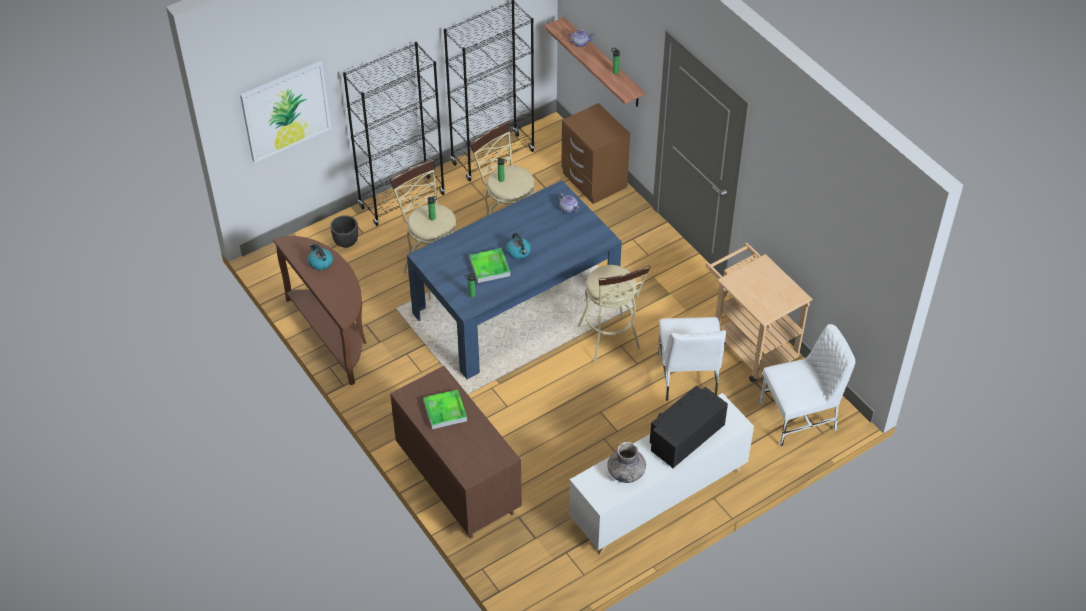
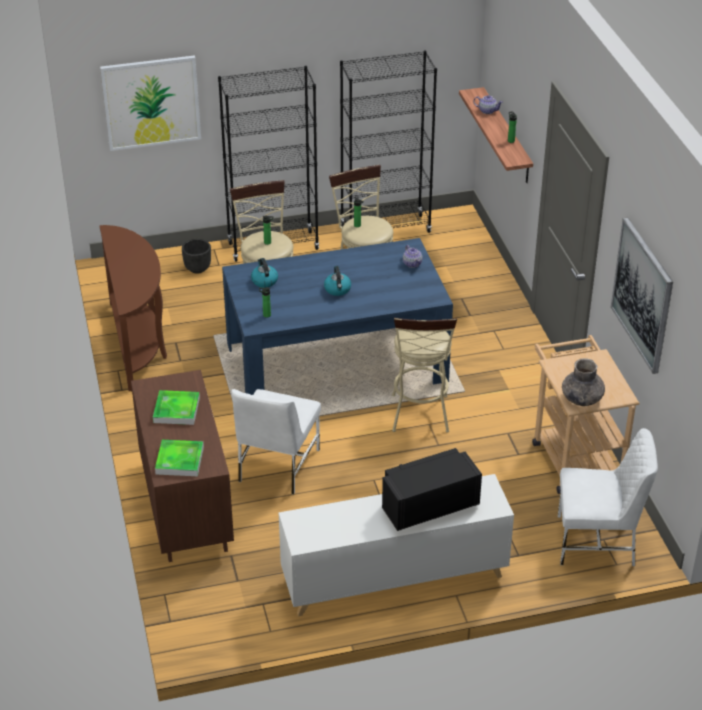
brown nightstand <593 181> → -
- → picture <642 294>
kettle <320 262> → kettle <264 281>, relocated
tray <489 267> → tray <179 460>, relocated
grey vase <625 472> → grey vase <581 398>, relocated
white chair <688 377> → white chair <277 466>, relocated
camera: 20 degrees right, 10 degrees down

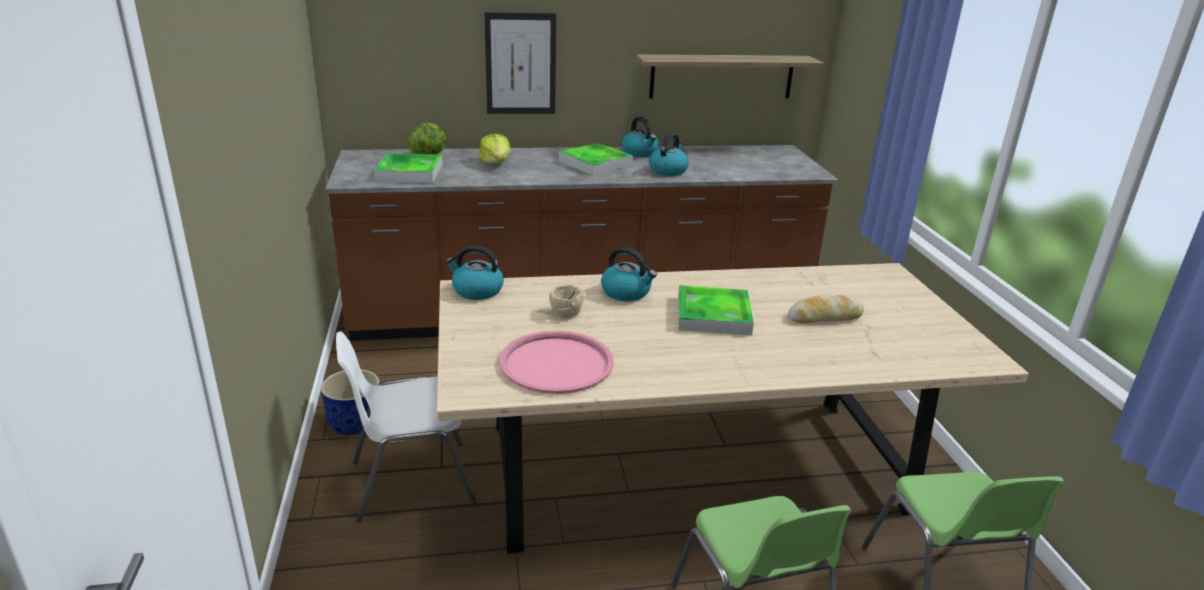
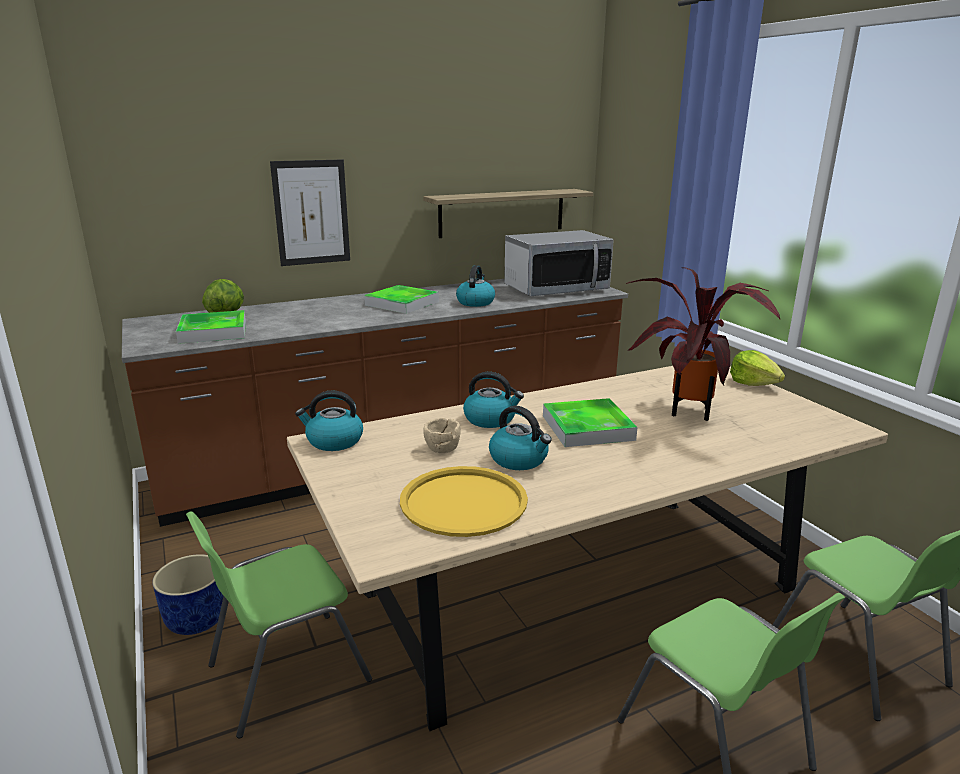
- → microwave <556 289>
lettuce <496 163> → lettuce <753 383>, relocated
kettle <640 153> → kettle <519 459>, relocated
bread <825 317> → potted plant <687 413>
white chair <410 481> → green chair <285 672>
pink tray <556 363> → yellow tray <464 502>
camera: 15 degrees left, 5 degrees down

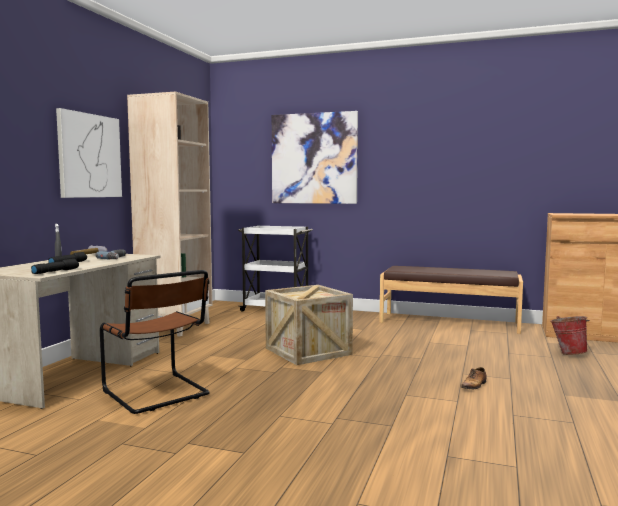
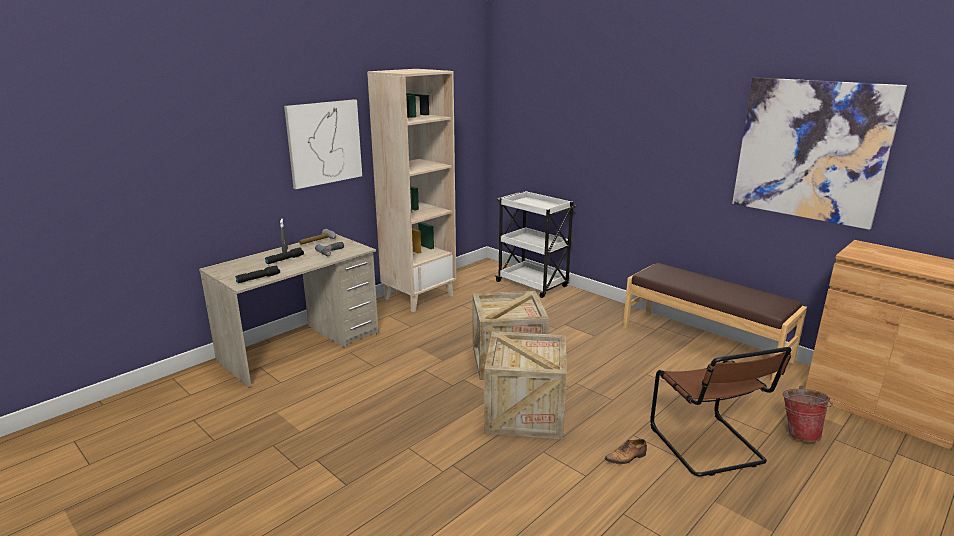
- → crate <524 413>
brown chair <158 394> → brown chair <709 447>, relocated
picture <314 158> → picture <811 150>, relocated
camera: 25 degrees right, 15 degrees up

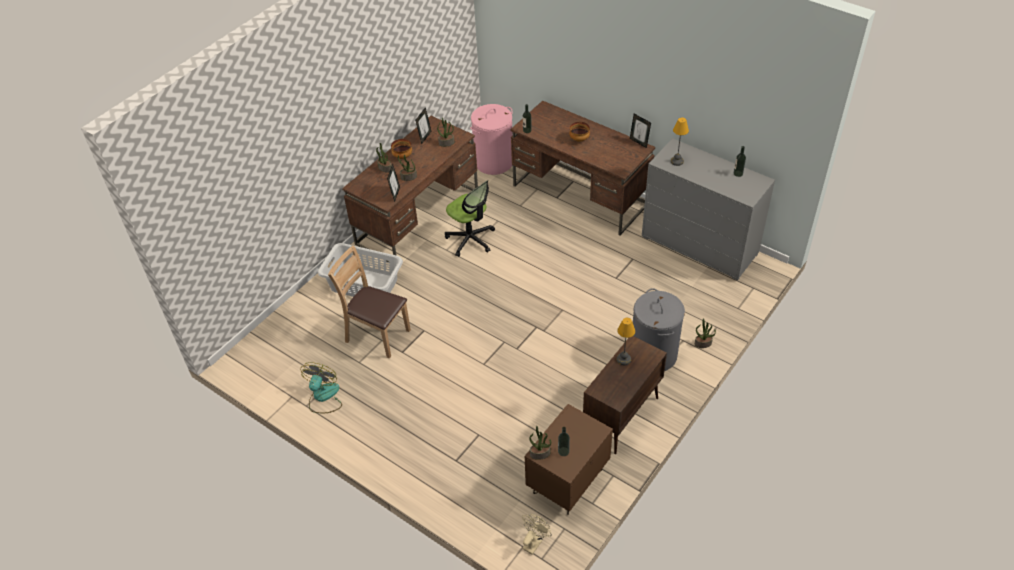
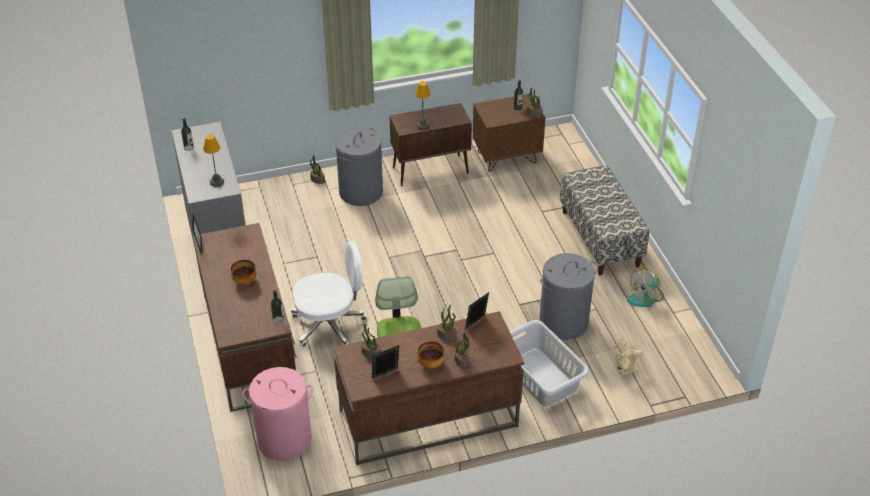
- → white office chair <330 324>
- → bench <600 238>
beige fan <534 541> → beige fan <624 371>, relocated
brown chair <377 335> → grey laundry basket <563 322>
camera: 145 degrees left, 5 degrees down

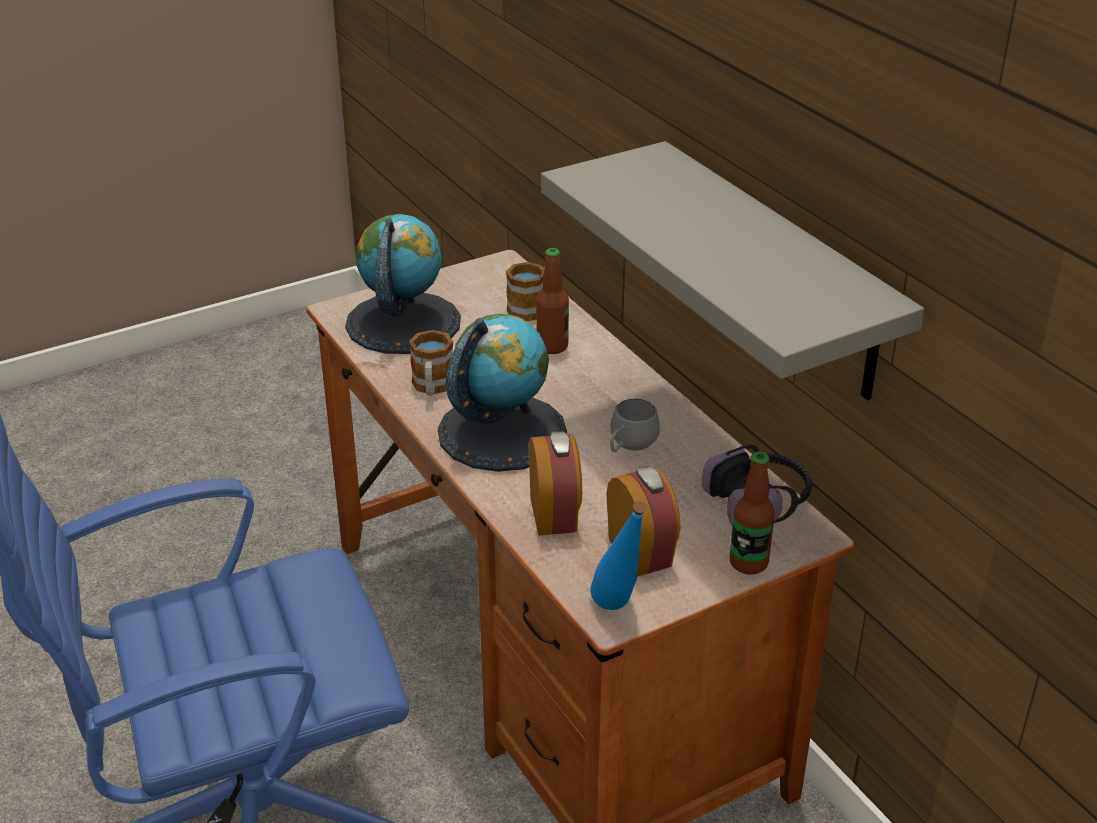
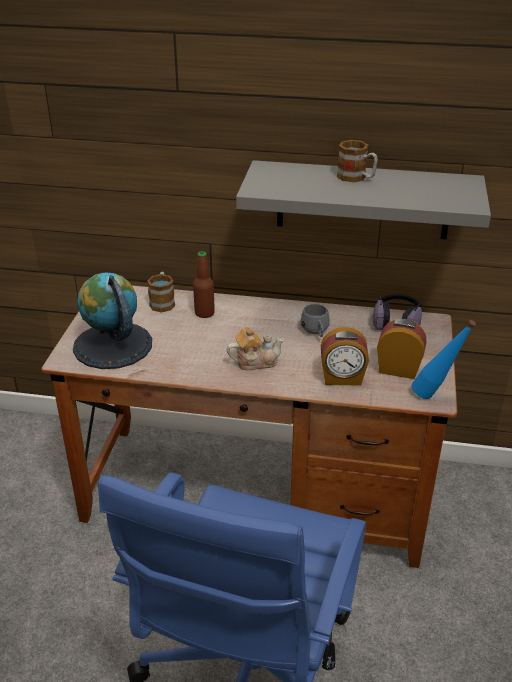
bottle <748 563> → -
mug <432 387> → mug <356 178>, relocated
globe <501 432> → teapot <255 361>
alarm clock <555 515> → alarm clock <342 378>, 150 degrees clockwise
camera: 50 degrees left, 0 degrees up

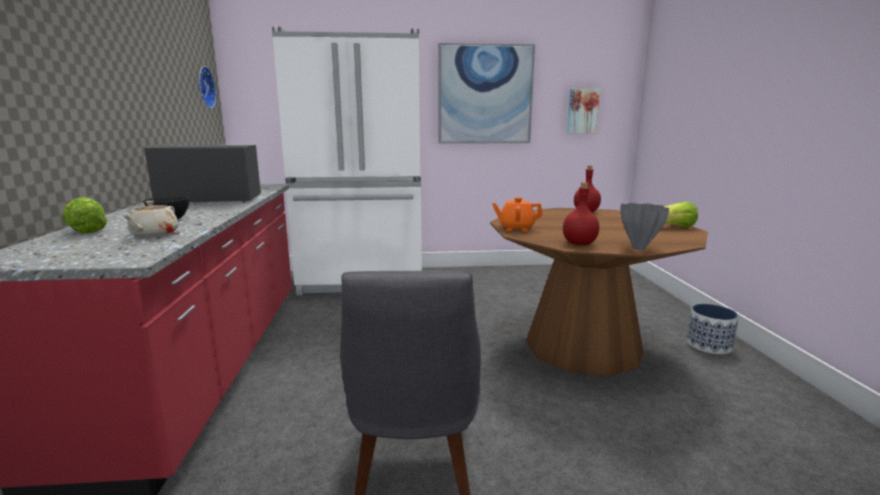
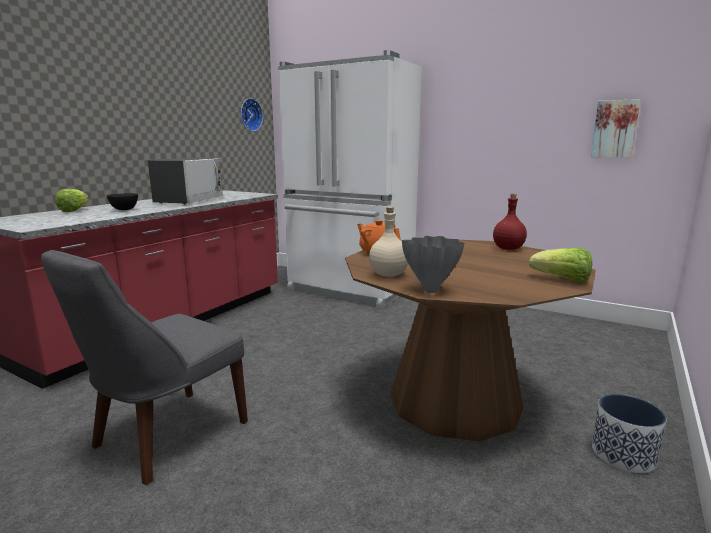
beige teapot <154 235> → -
picture <485 95> → -
red bottle <579 243> → beige bottle <389 275>
microwave <210 200> → microwave <190 200>, 75 degrees clockwise
camera: 35 degrees right, 0 degrees up

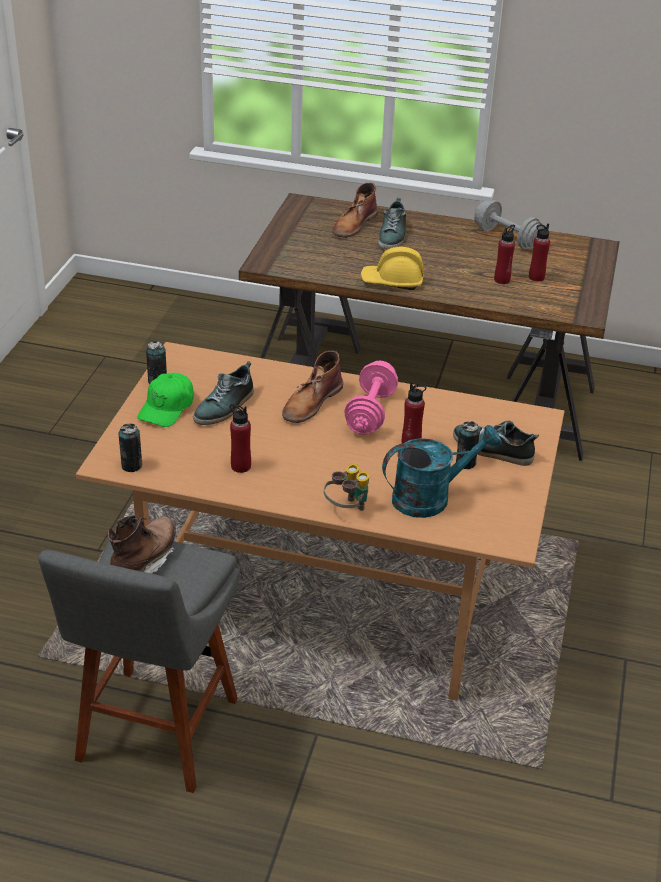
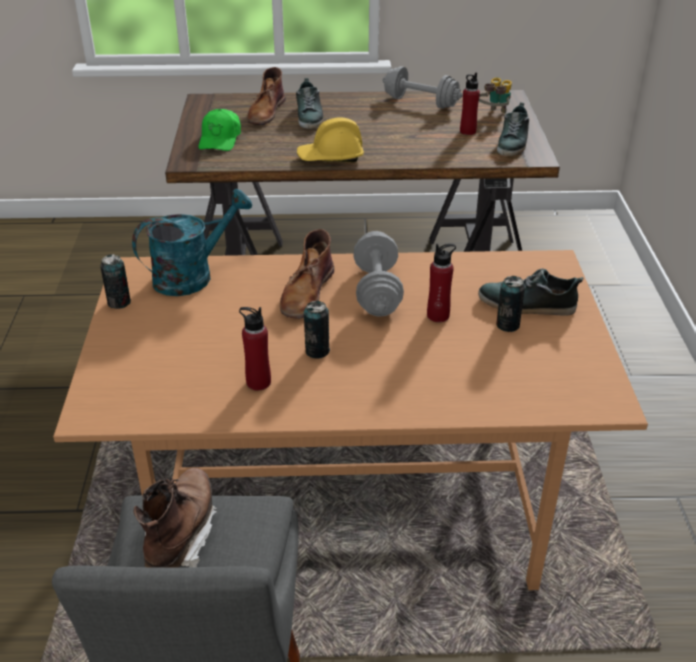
red bottle <502 280> → -
can <131 466> → can <317 351>, relocated
green cap <167 408> → green cap <220 139>, relocated
shoe <225 407> → shoe <513 143>, relocated
binoculars <347 509> → binoculars <494 114>, relocated
turquoise watering can <431 497> → turquoise watering can <192 275>, relocated
pink dumbbell <370 413> → grey dumbbell <377 291>
camera: 15 degrees left, 0 degrees up

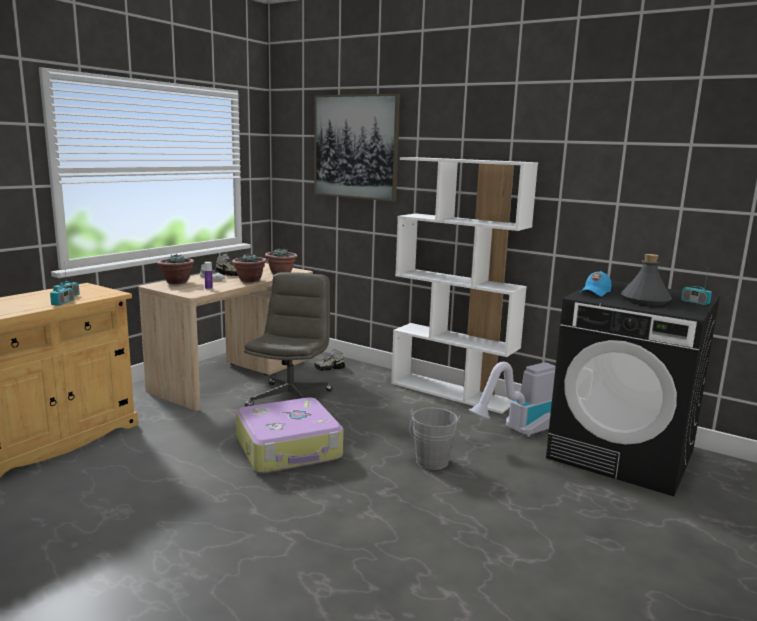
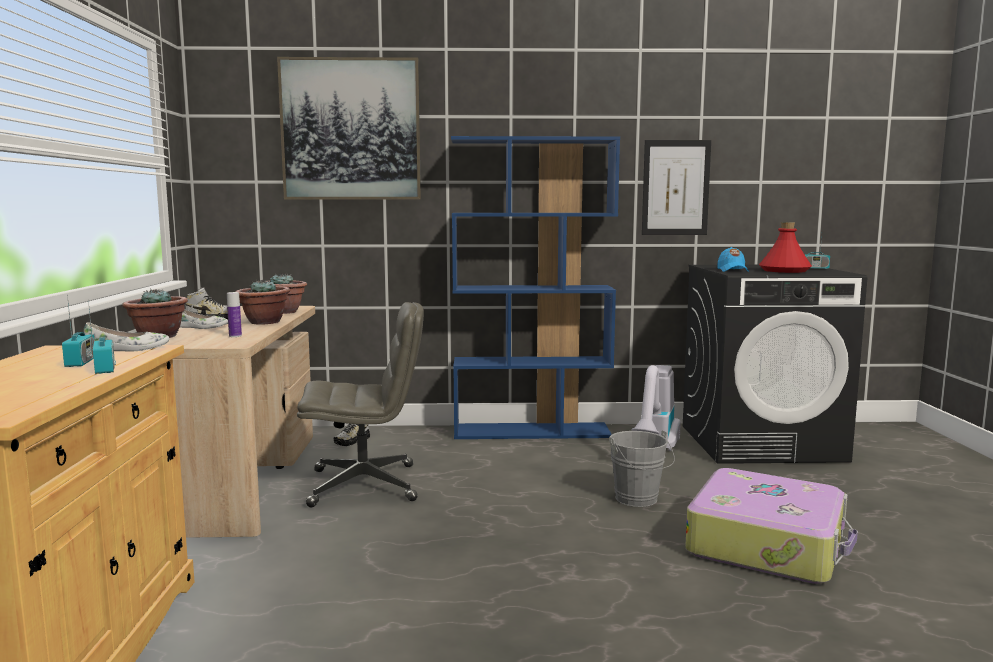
- → white shoe <127 349>
- → picture <675 188>
suitcase <289 448> → suitcase <767 544>, relocated
white bookcase <452 392> → blue bookcase <532 431>
grey bottle <645 300> → red bottle <784 270>
grey office chair <290 398> → grey office chair <365 485>, 105 degrees clockwise
camera: 35 degrees left, 5 degrees down

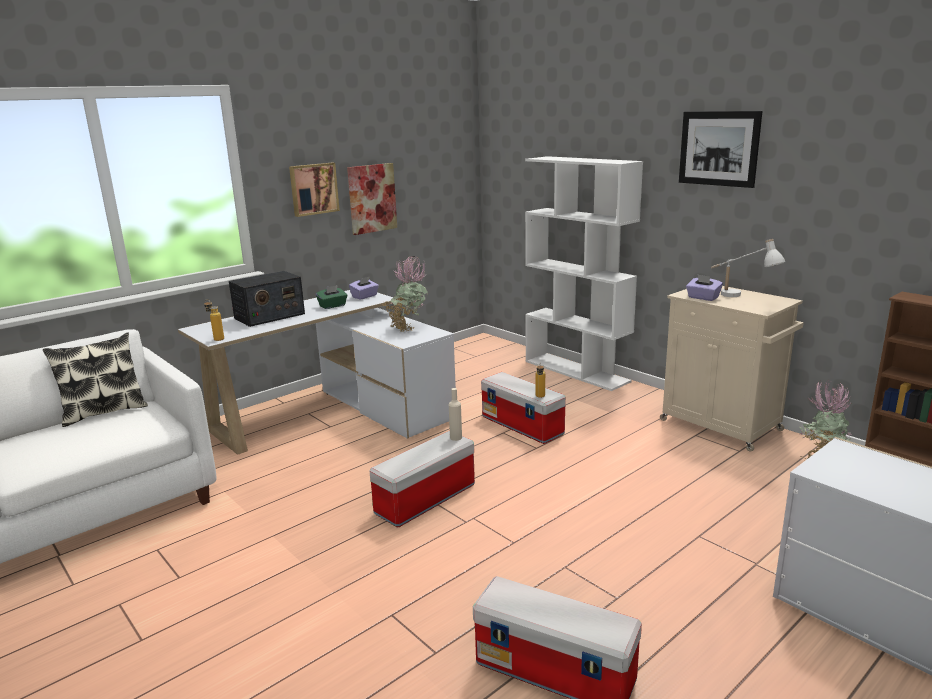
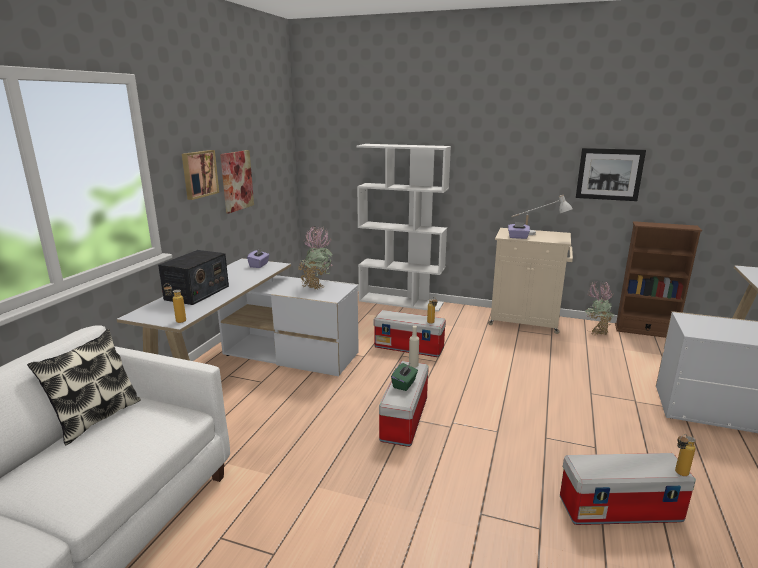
- → bottle <678 474>
green tissue box <332 306> → green tissue box <404 384>, relocated
picture <718 148> → picture <609 174>, relocated
camera: 30 degrees left, 0 degrees up

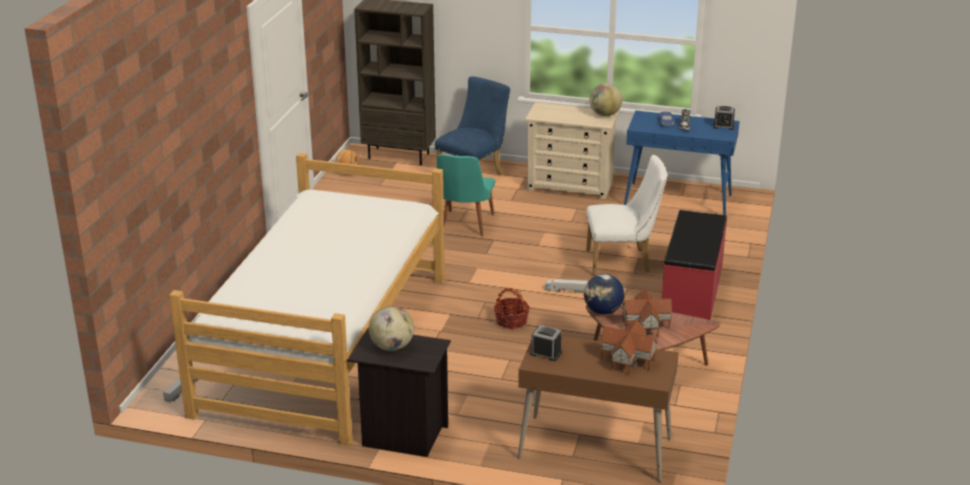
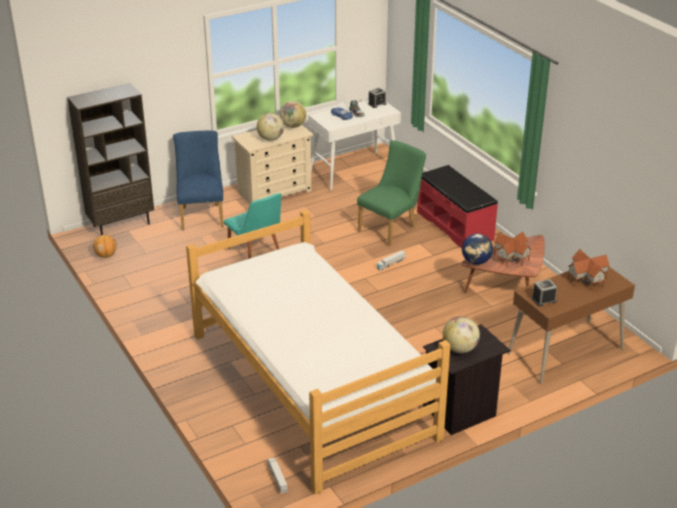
basket <511 321> → -
- → globe <270 138>
white chair <623 262> → green chair <391 228>
blue console table <678 201> → white console table <354 171>
camera: 45 degrees left, 5 degrees up

